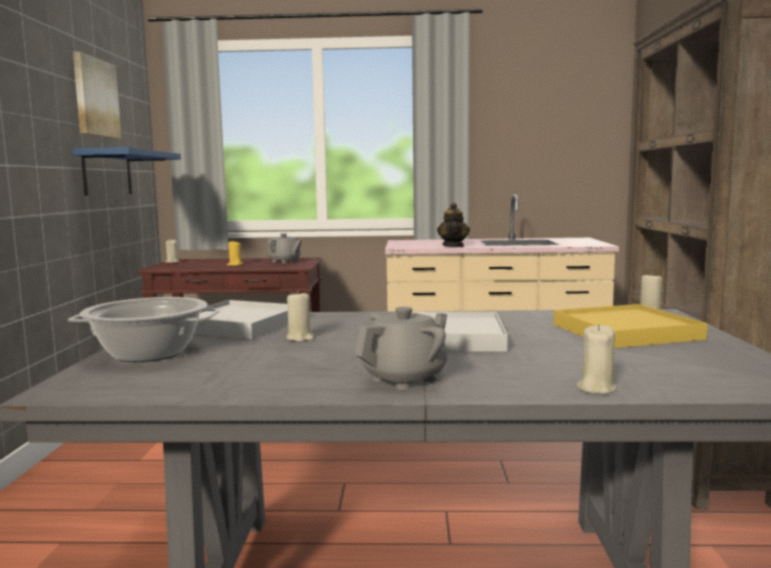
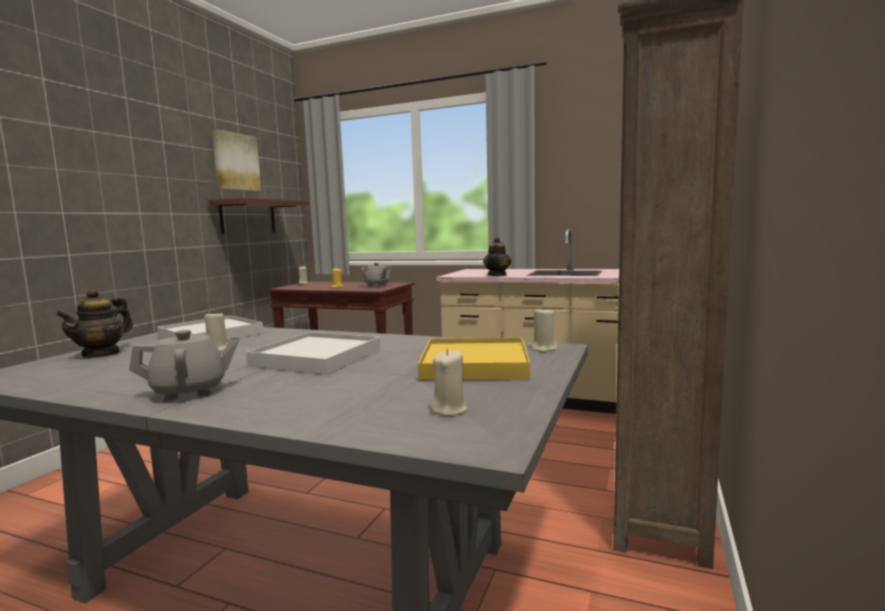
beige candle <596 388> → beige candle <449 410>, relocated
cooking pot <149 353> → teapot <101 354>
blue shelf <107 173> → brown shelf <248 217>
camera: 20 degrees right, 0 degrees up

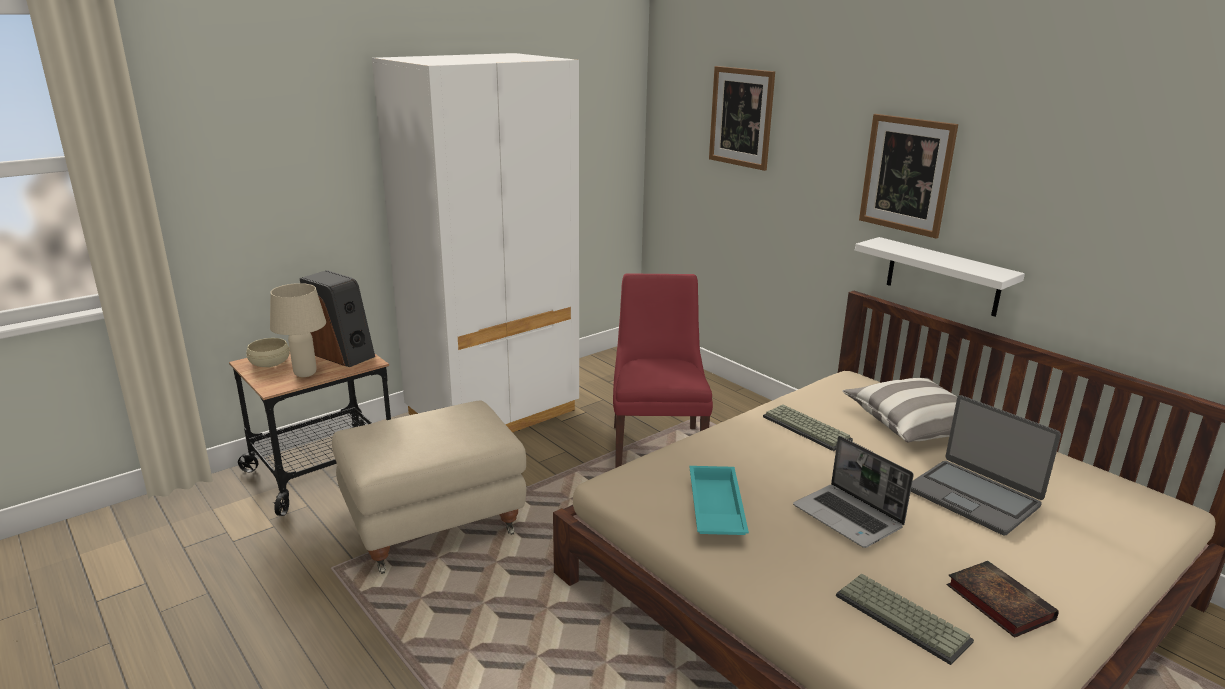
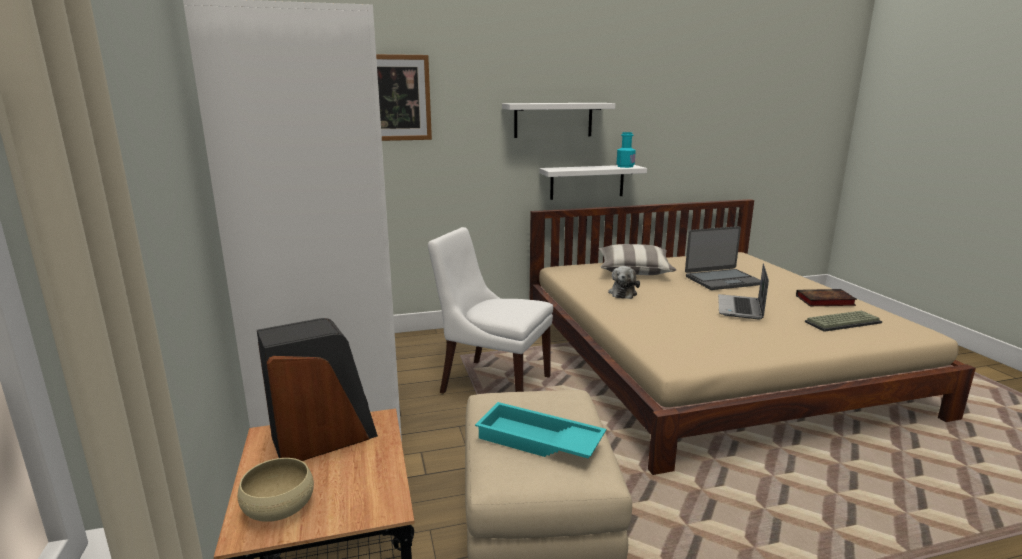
beige table lamp <304 374> → -
- → turquoise bottle <625 166>
turquoise tray <714 509> → turquoise tray <538 441>, relocated
keyboard <808 428> → plush toy <623 293>
picture <906 175> → white shelf <553 120>
red chair <657 448> → white chair <492 383>
laptop <849 517> → laptop <740 308>, 120 degrees clockwise
camera: 65 degrees left, 5 degrees down

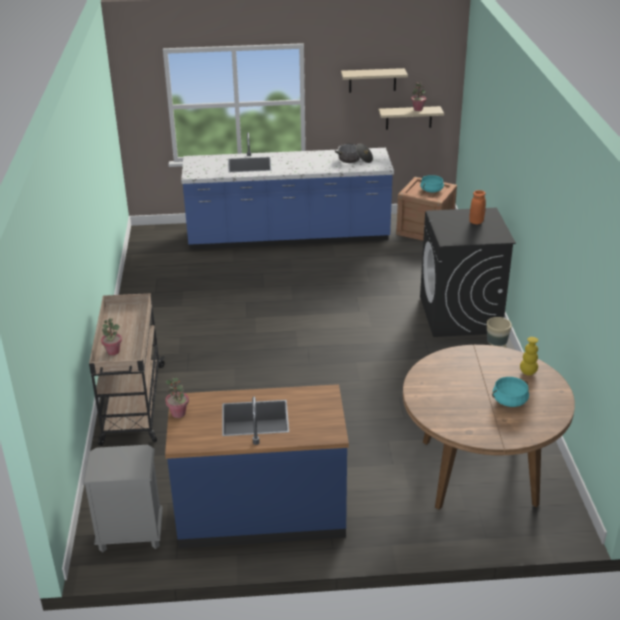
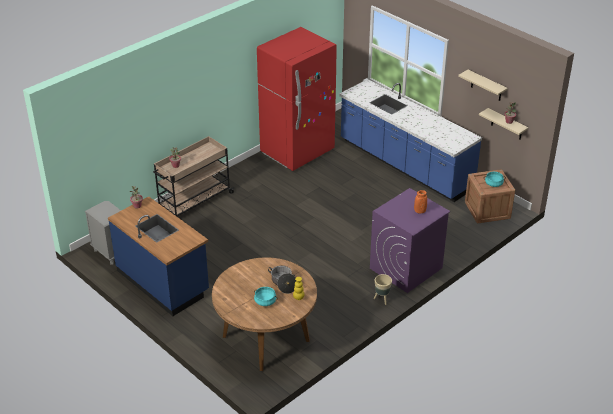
- → red fridge <297 152>
cooking pot <354 160> → cooking pot <283 283>, relocated
black washing machine <460 315> → purple washing machine <406 268>
camera: 50 degrees right, 5 degrees up

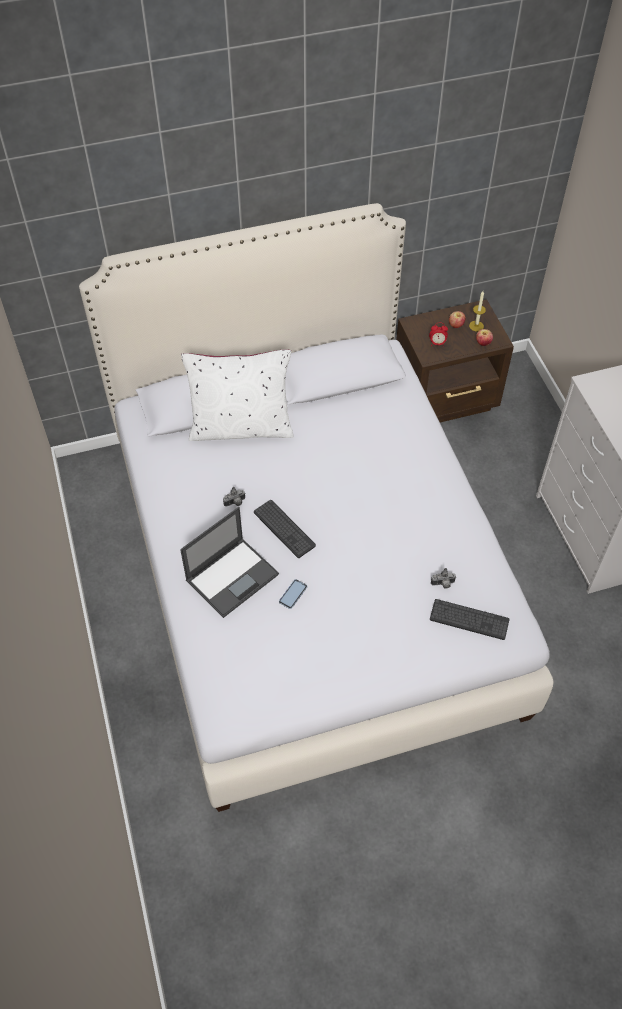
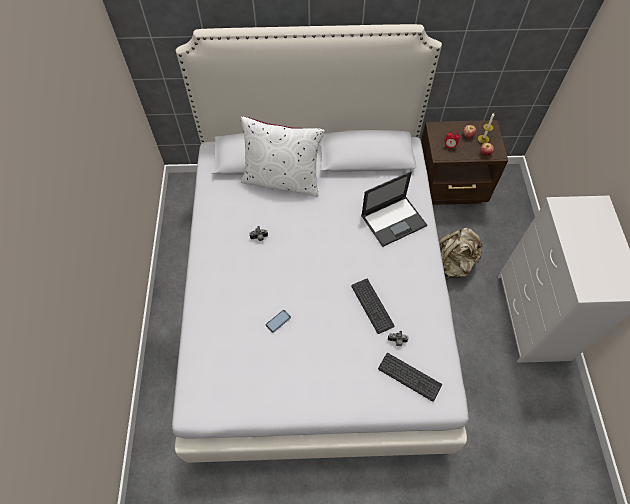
- → beige backpack <453 264>
laptop <233 576> → laptop <394 220>, relocated
keyboard <284 529> → keyboard <372 306>, relocated
camera: 15 degrees right, 5 degrees up

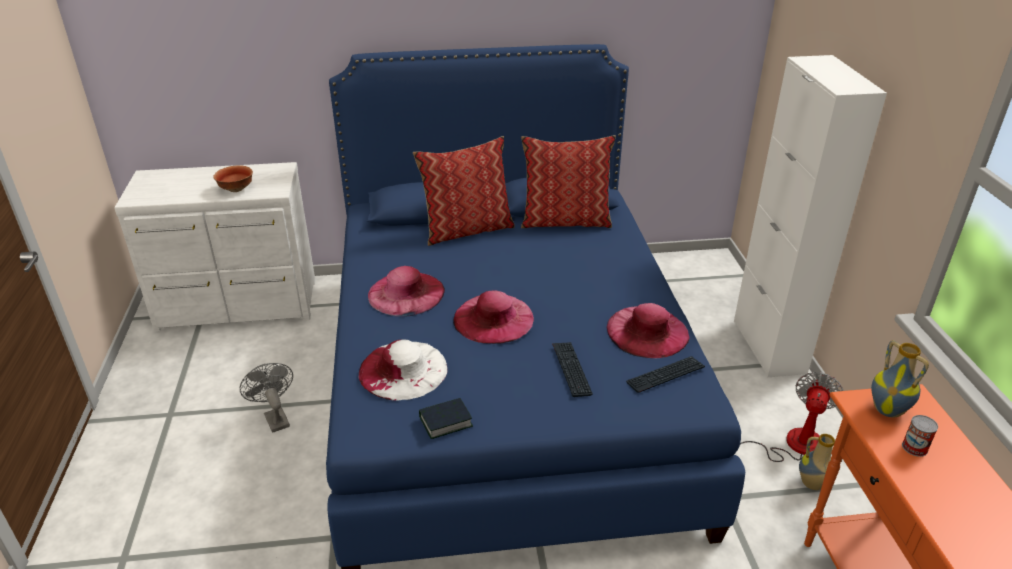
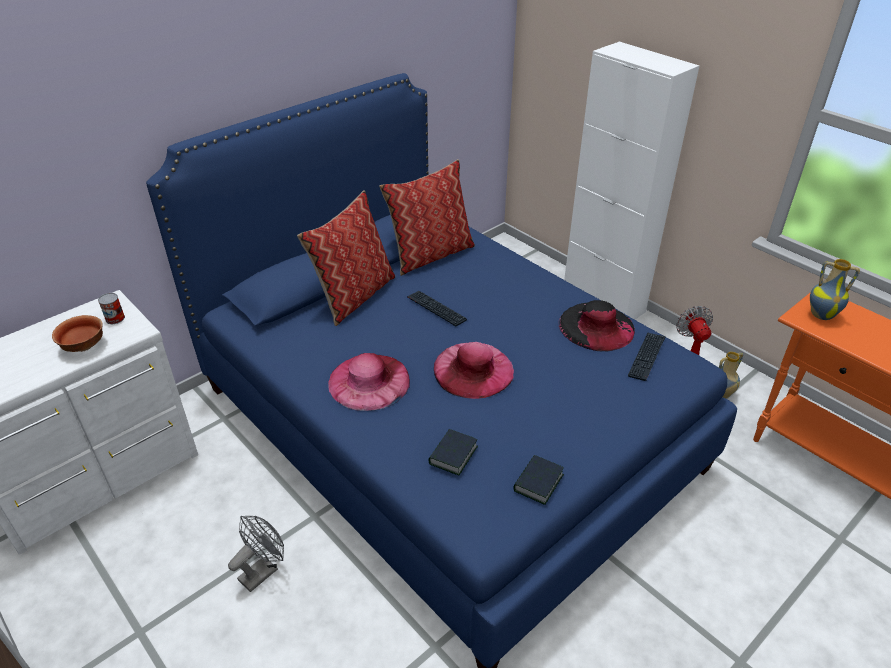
keyboard <571 369> → keyboard <436 309>, relocated
can <914 447> → can <115 318>, relocated
white hat <403 370> → book <453 455>
pink hat <647 331> → black hat <596 326>
grey fan <275 417> → grey fan <262 570>, 105 degrees clockwise
camera: 35 degrees left, 5 degrees up

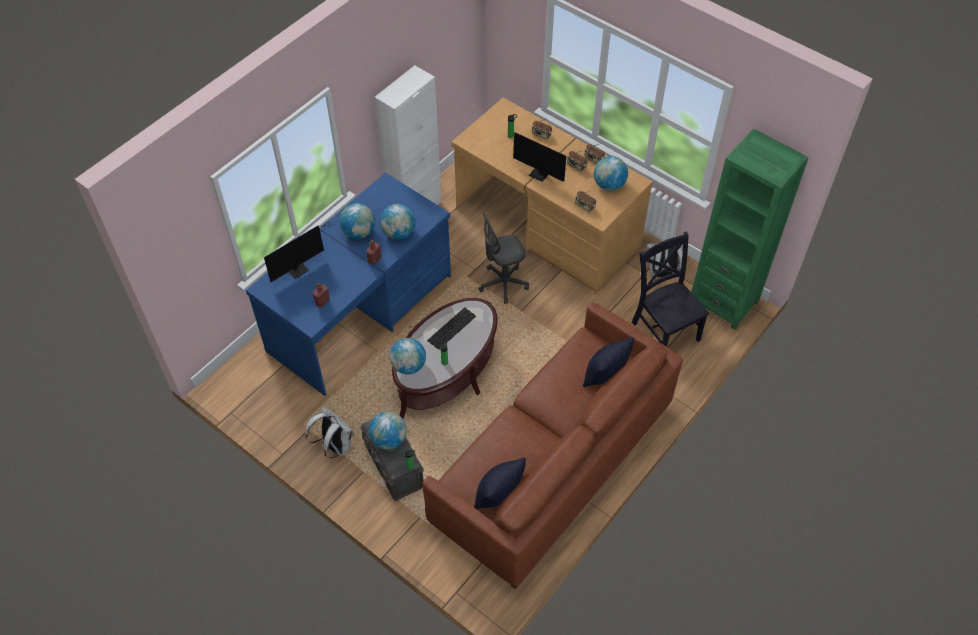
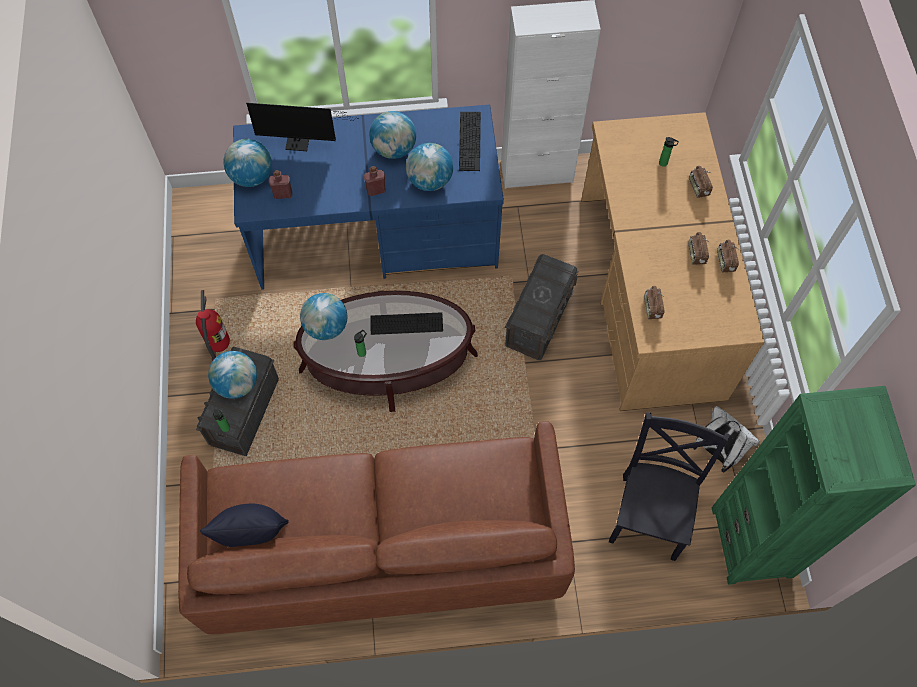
monitor <541 175> → -
black pillow <605 374> → -
- → keyboard <469 141>
globe <609 185> → globe <252 176>, relocated
white backpack <335 446> → fire extinguisher <219 345>
grey office chair <503 284> → grey storage box <539 319>
camera: 45 degrees right, 10 degrees up

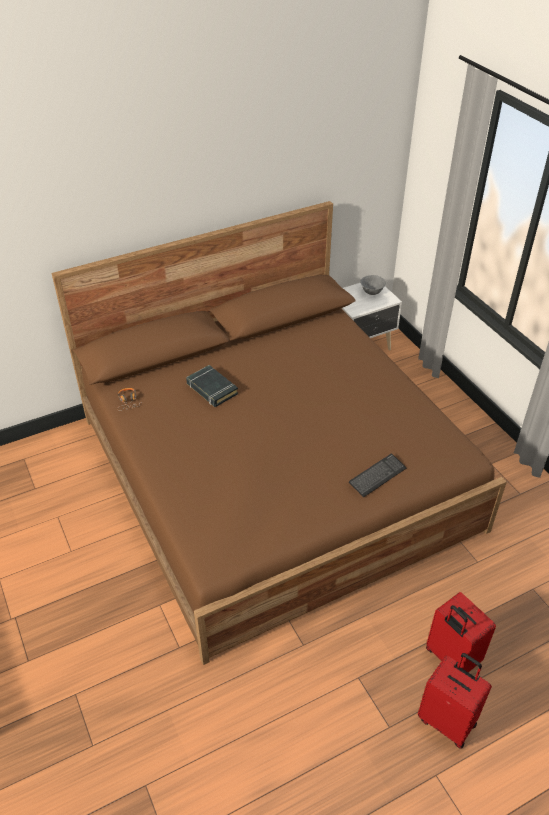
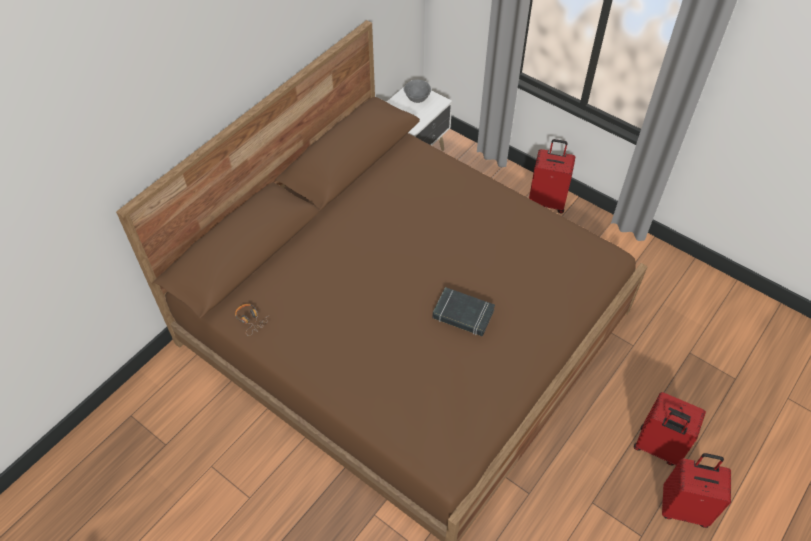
keyboard <377 476> → -
- → red suitcase <547 201>
black book <211 389> → black book <463 314>, relocated
camera: 25 degrees left, 10 degrees up

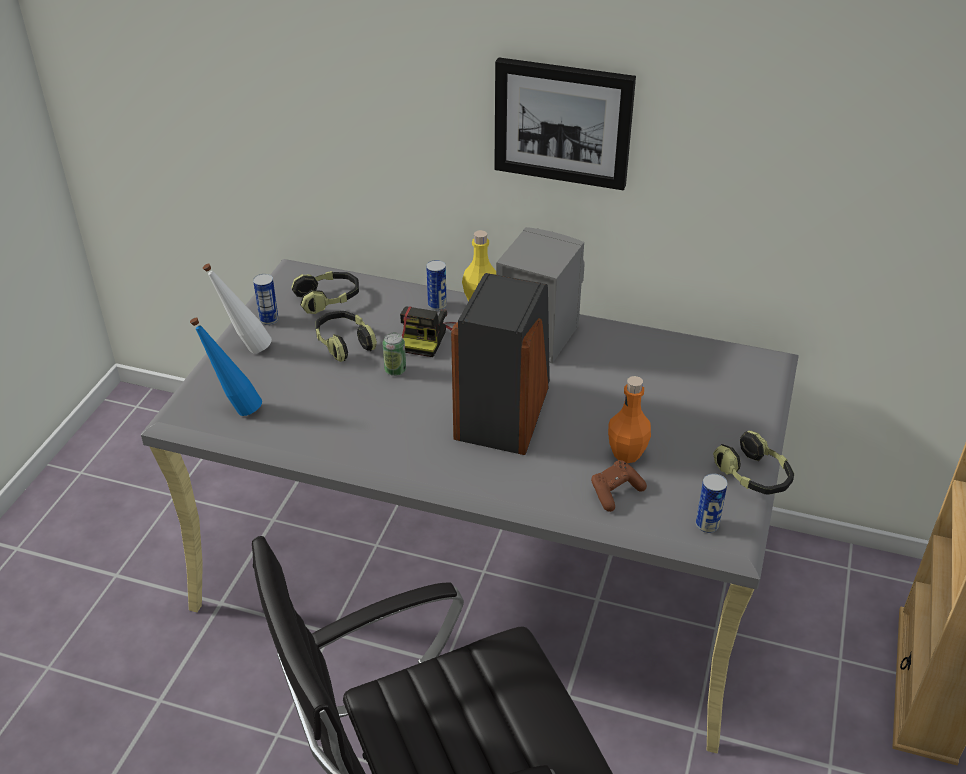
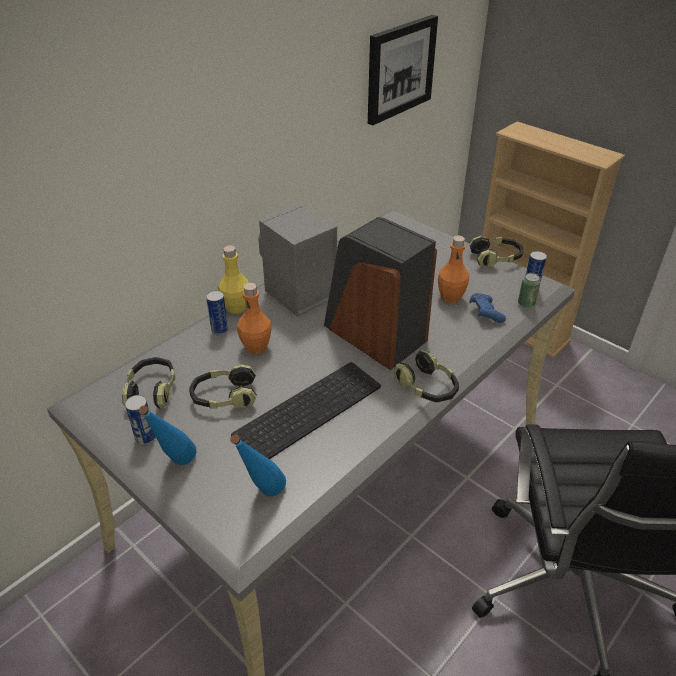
- → keyboard <308 408>
- → headphones <427 387>
can <395 370> → can <526 303>, relocated
picture <563 122> → picture <399 69>, relocated
photo camera <427 337> → orange bottle <256 347>
white bottle <245 349> → blue bottle <176 467>
brown game controller <615 492> → blue game controller <485 314>
camera: 65 degrees left, 0 degrees up

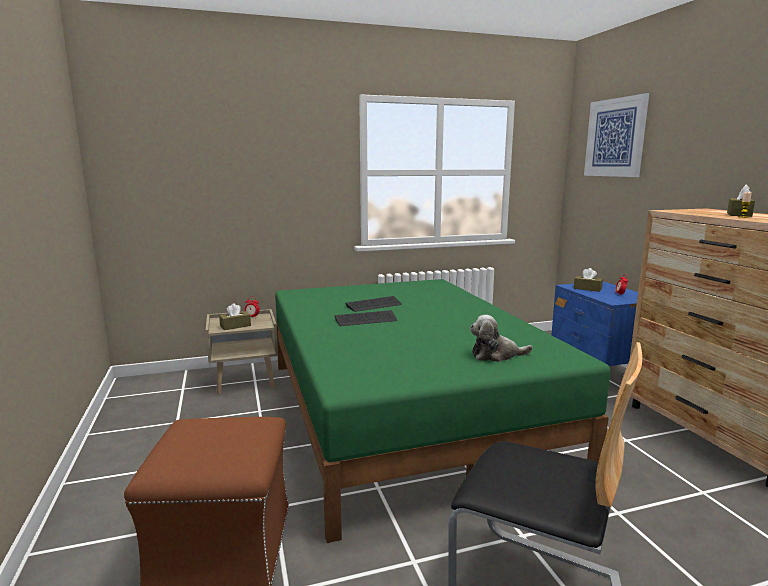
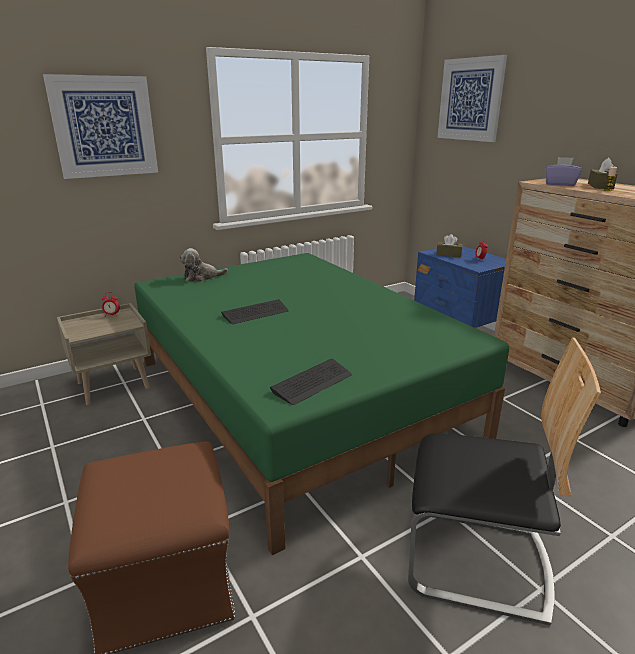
brown tissue box <235 326> → -
- → picture <104 127>
- → purple tissue box <560 184>
keyboard <374 305> → keyboard <312 383>, relocated
plush toy <496 355> → plush toy <202 277>, relocated
camera: 15 degrees left, 10 degrees up

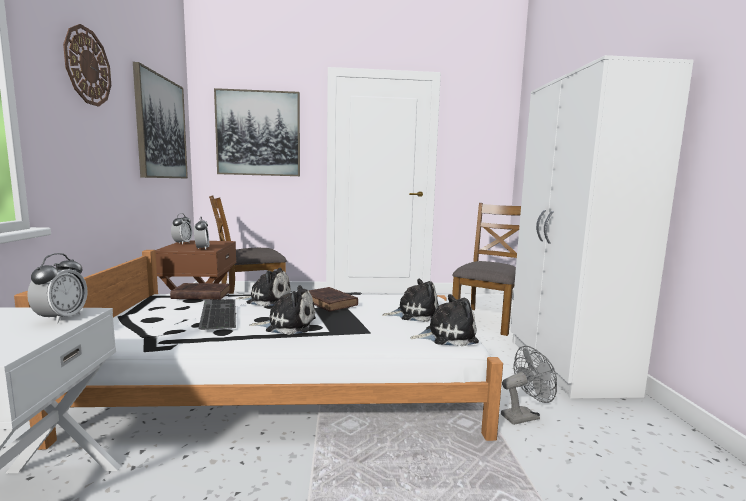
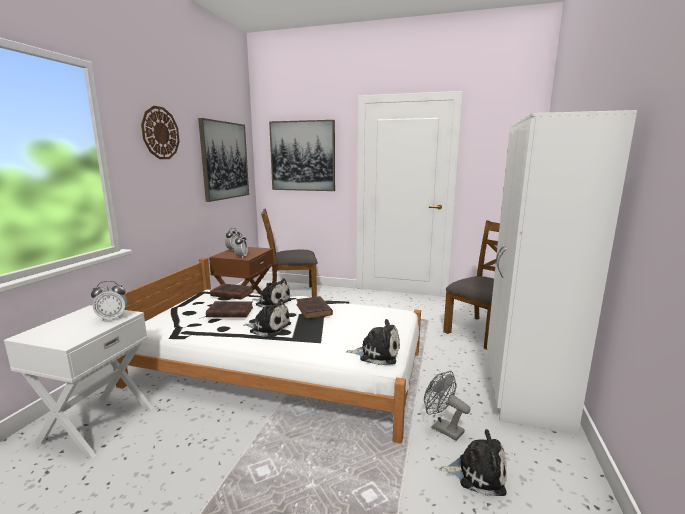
plush toy <414 314> → plush toy <477 473>, relocated
keyboard <217 313> → brown book <229 312>
alarm clock <61 318> → alarm clock <112 318>, 45 degrees clockwise
grey fan <524 416> → grey fan <442 428>, 135 degrees counterclockwise
camera: 20 degrees right, 5 degrees up

